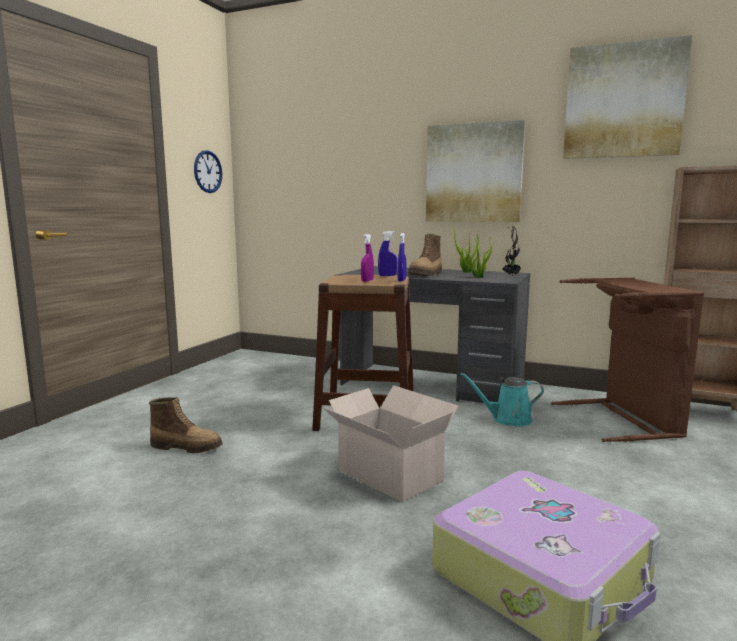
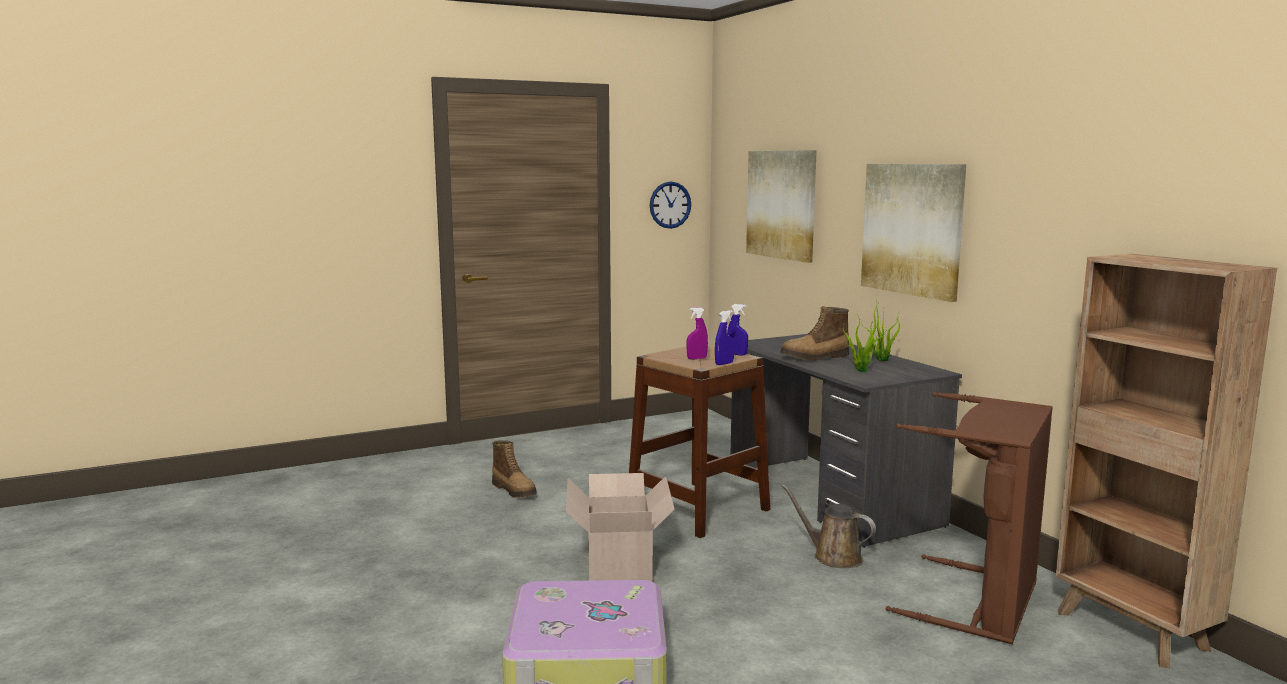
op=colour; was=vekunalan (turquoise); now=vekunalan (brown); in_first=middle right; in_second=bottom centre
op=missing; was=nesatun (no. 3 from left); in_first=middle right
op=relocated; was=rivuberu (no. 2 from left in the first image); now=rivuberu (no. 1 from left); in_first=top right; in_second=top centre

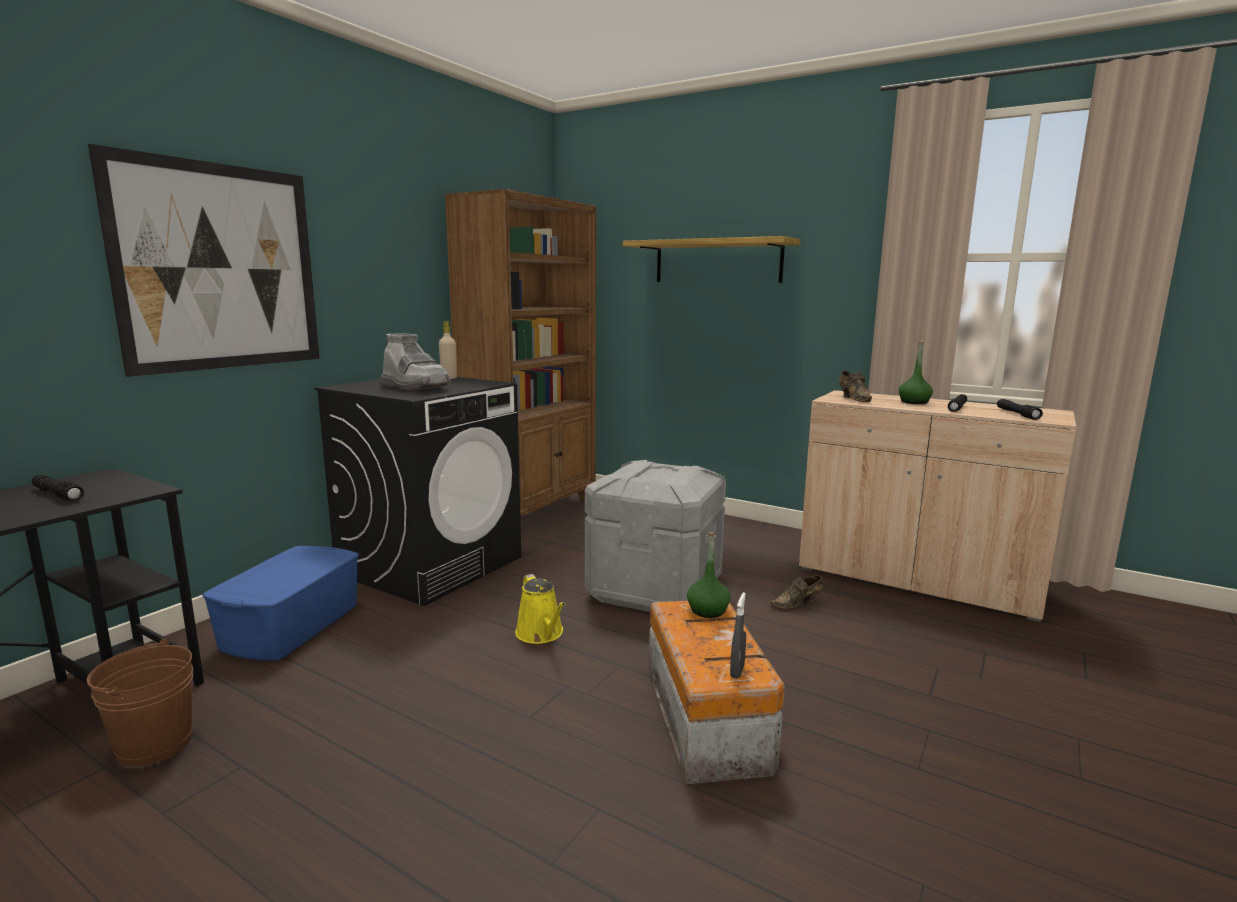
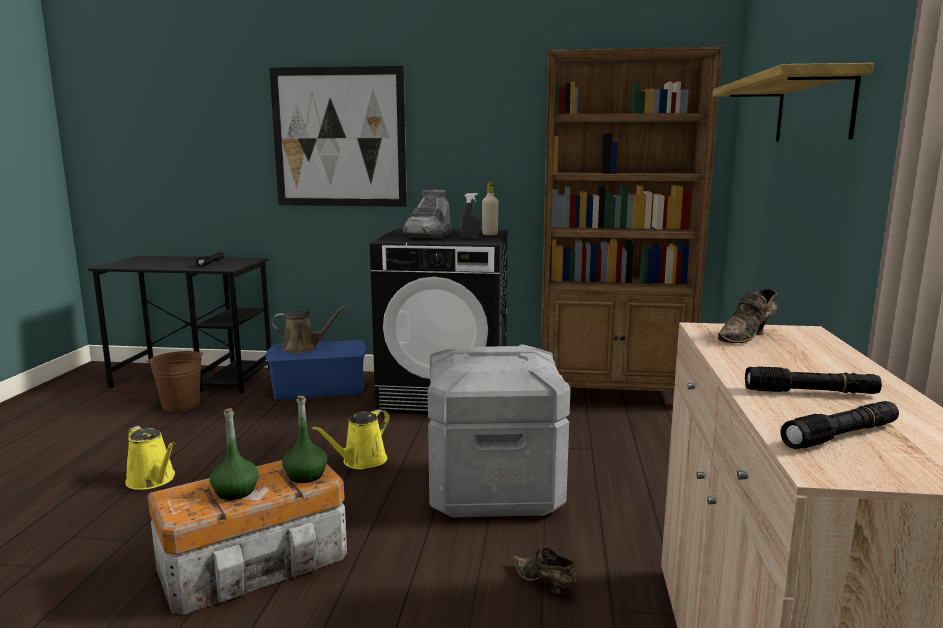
op=relocated; was=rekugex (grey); in_first=bottom centre; in_second=centre
op=relocated; was=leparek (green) (no. 2 from left in the first image); now=leparek (green) (no. 1 from left); in_first=middle right; in_second=bottom left
op=appeared; now=vekunalan (yellow) (no. 1 from left); in_second=bottom left
op=appeared; now=vekunalan (brown); in_second=middle left

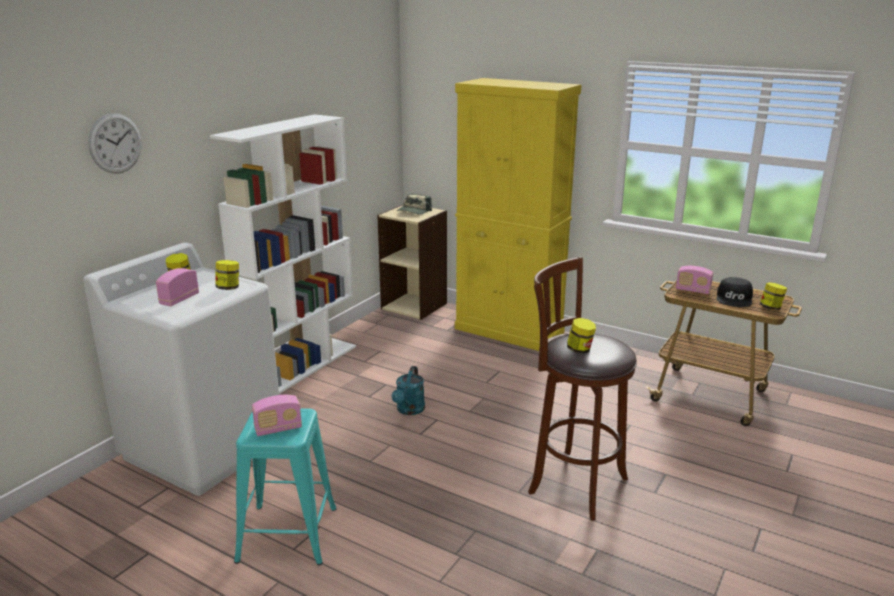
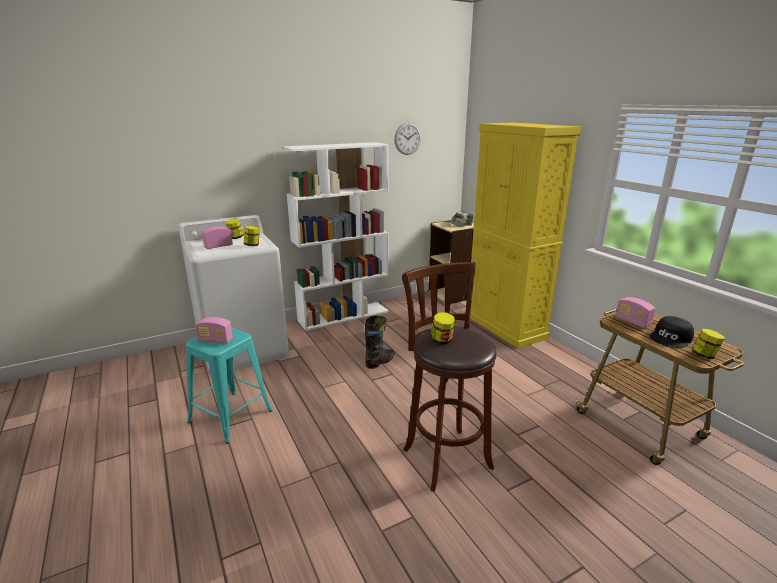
op=relocated; was=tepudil; in_first=top left; in_second=top centre
op=exchanged; was=vekunalan (turquoise); now=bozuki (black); in_first=centre; in_second=centre

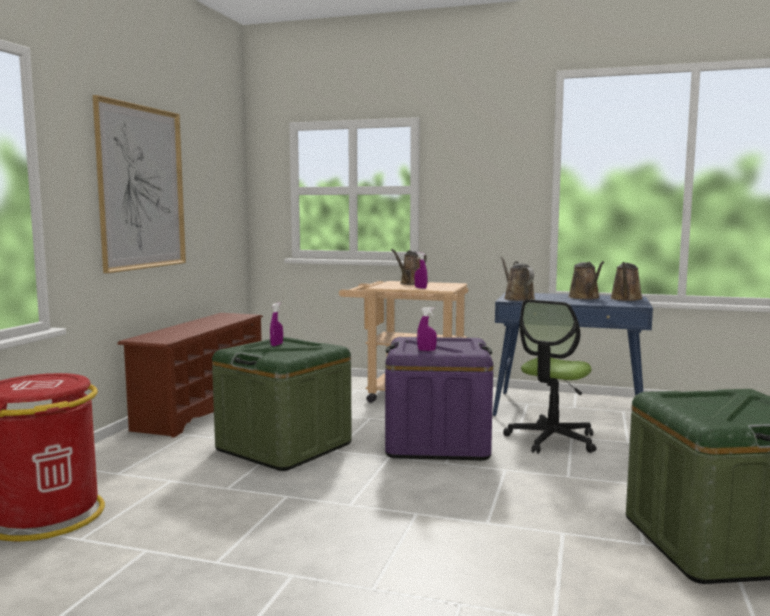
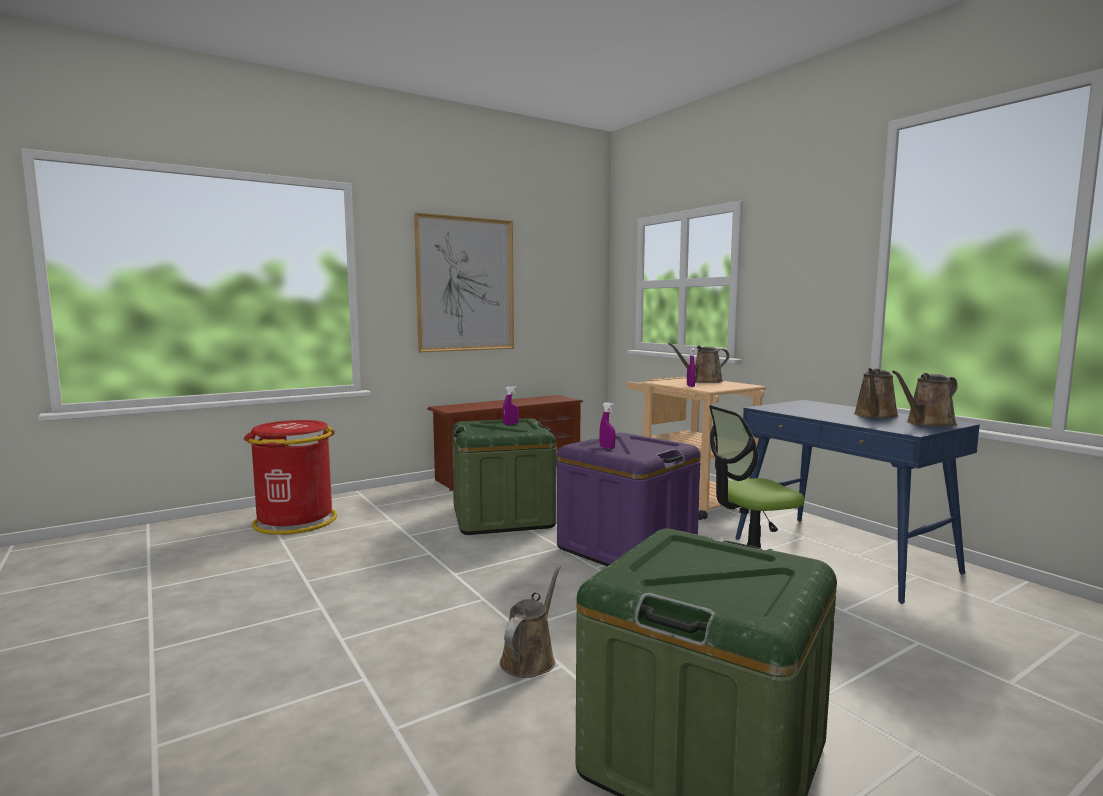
op=relocated; was=vekunalan (brown) (no. 2 from left in the first image); now=vekunalan (brown) (no. 1 from left); in_first=middle right; in_second=bottom centre

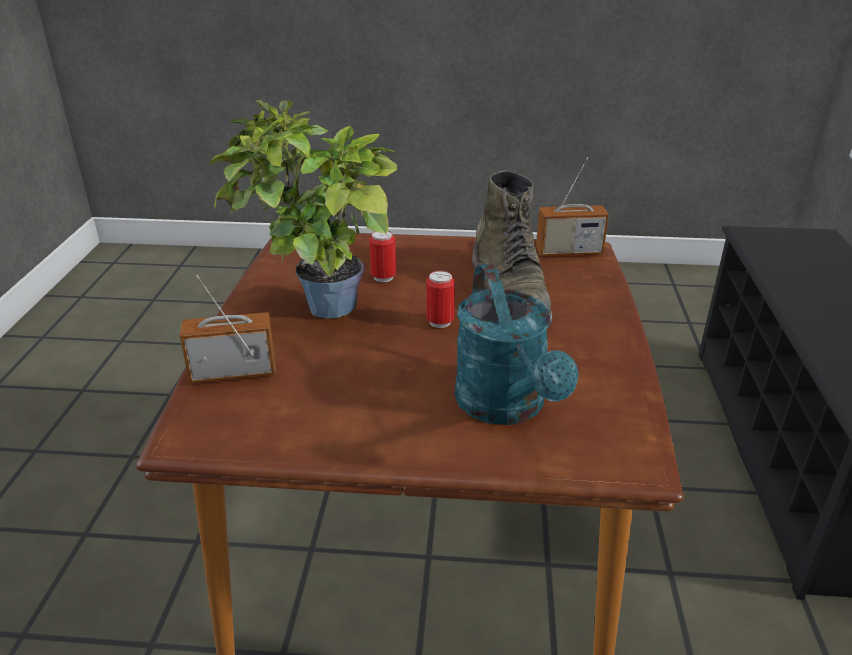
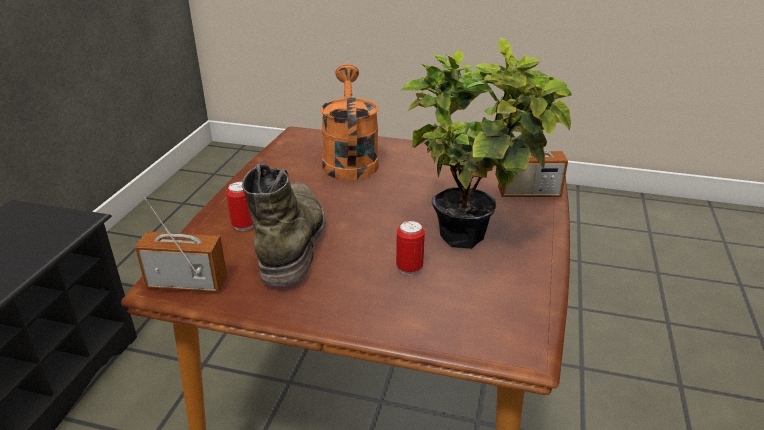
op=relocated; was=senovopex (no. 2 from left in the first image); now=senovopex (no. 1 from left); in_first=centre; in_second=middle left
op=colour; was=vekunalan (turquoise); now=vekunalan (orange); in_first=centre; in_second=top centre

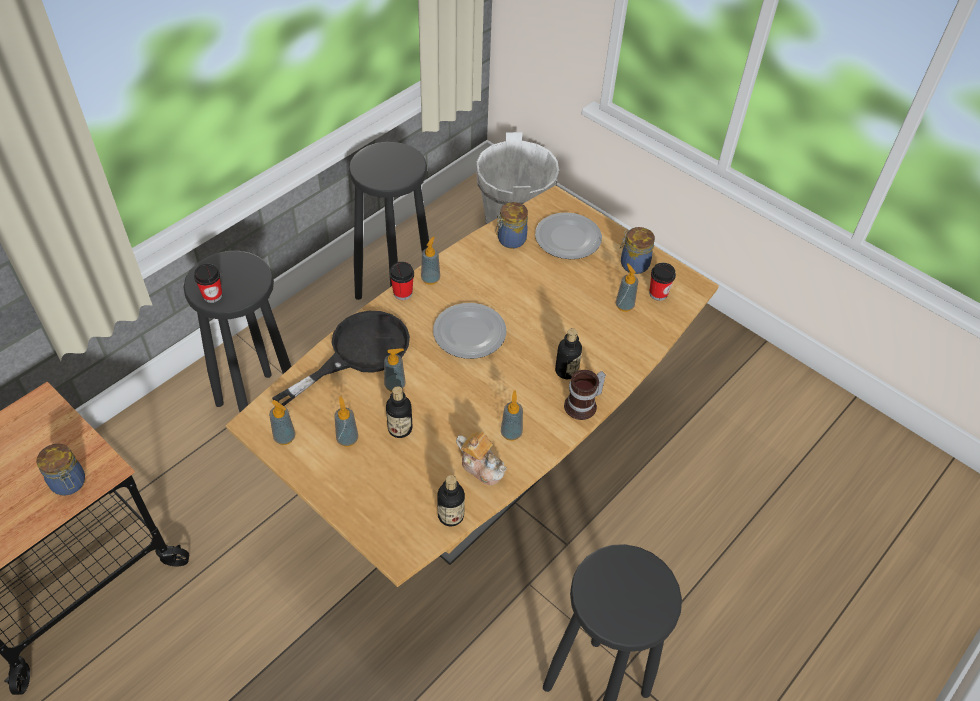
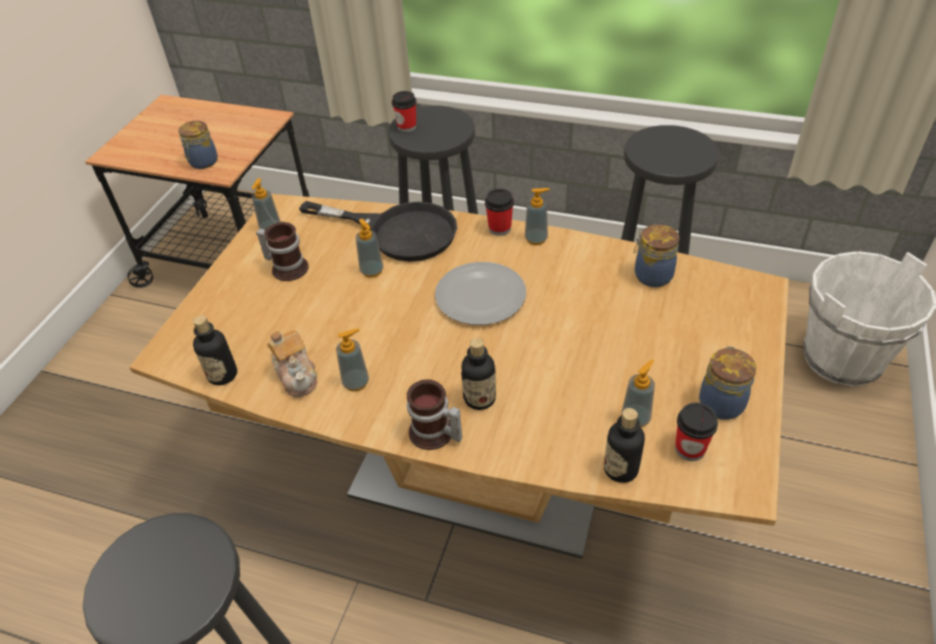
op=exchanged; was=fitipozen (no. 2 from left); now=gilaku (no. 1 from left); in_first=centre; in_second=middle left
op=relocated; was=leparek (no. 1 from left in the first image); now=leparek (no. 3 from left); in_first=centre; in_second=bottom right
op=spun; was=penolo; in_first=centre; in_second=middle left; clockwise=-45
op=missing; was=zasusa (no. 2 from left); in_first=centre

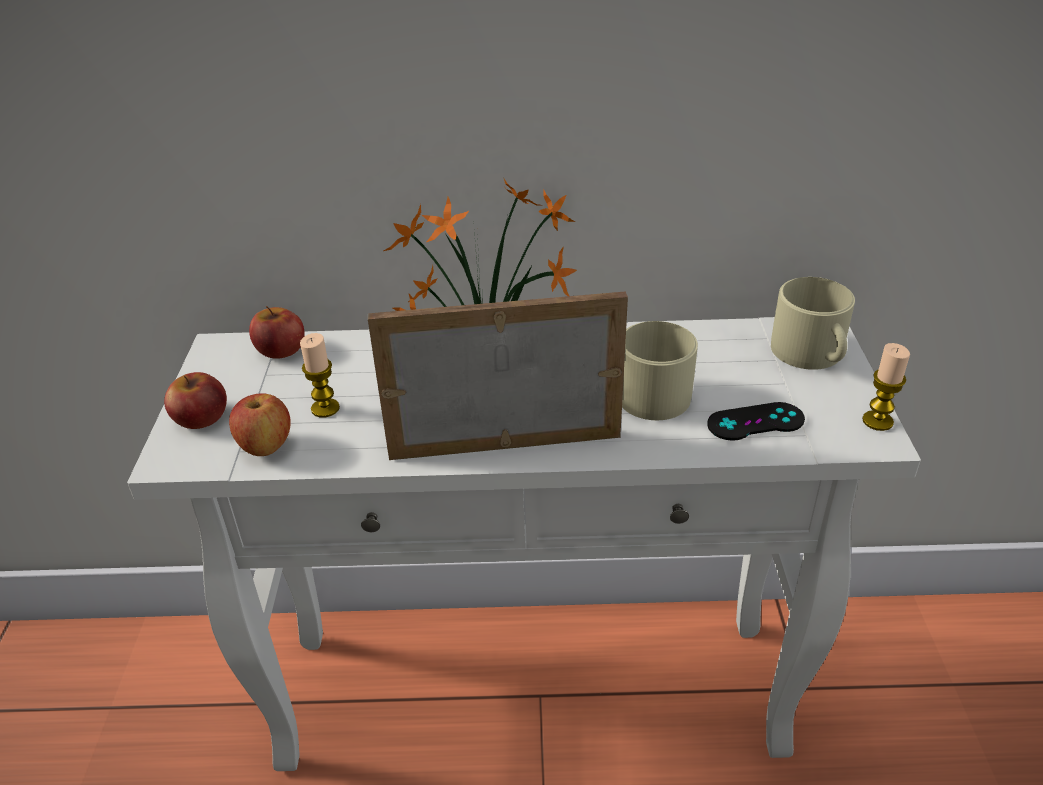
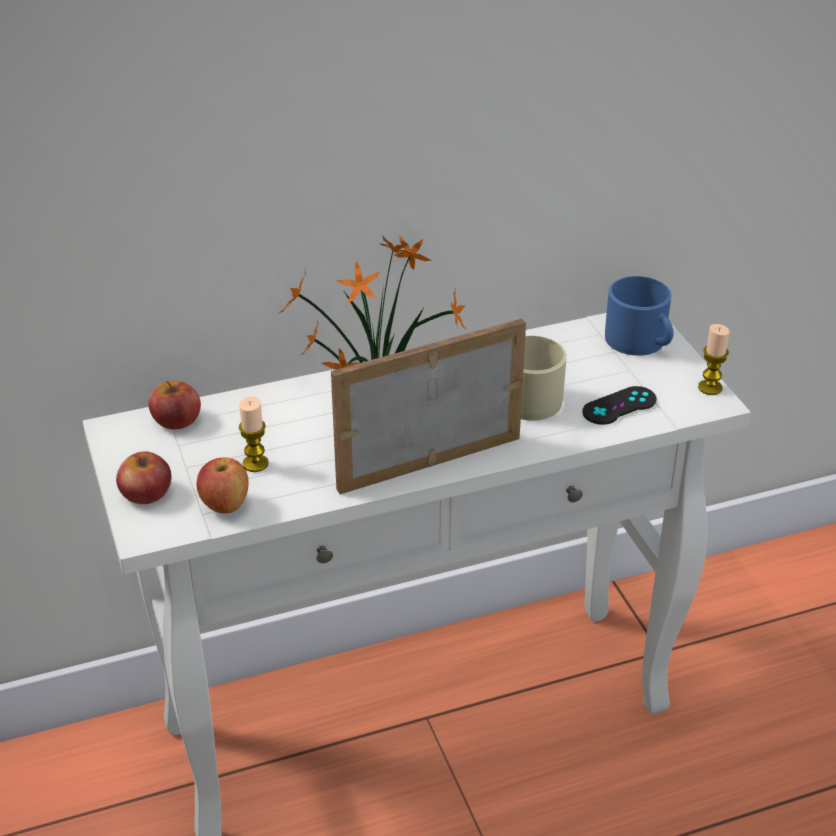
op=colour; was=gilaku (beige) (no. 2 from left); now=gilaku (blue); in_first=middle right; in_second=middle right

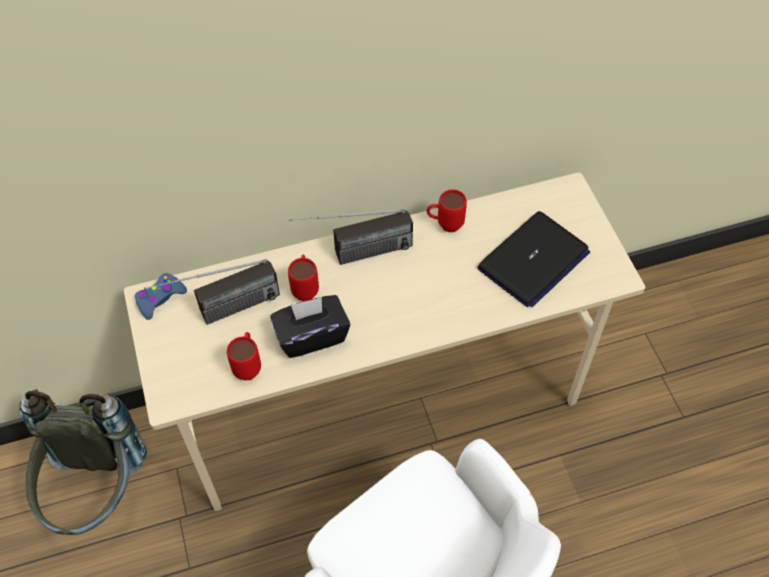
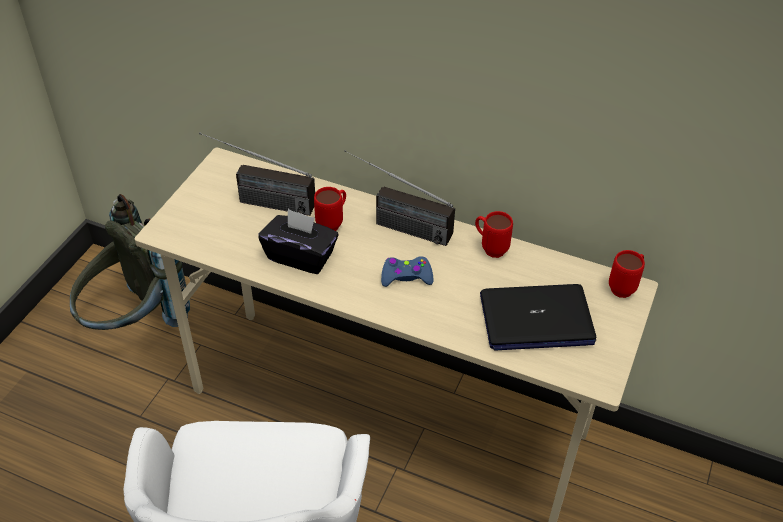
op=relocated; was=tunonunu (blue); in_first=middle left; in_second=centre
op=relocated; was=gilaku (red) (no. 1 from left in the first image); now=gilaku (red) (no. 3 from left); in_first=middle left; in_second=middle right

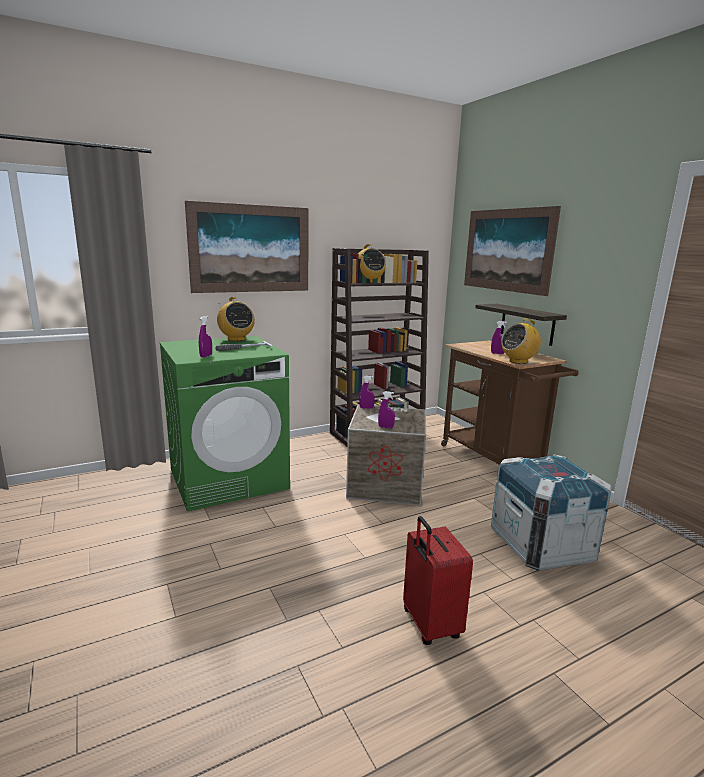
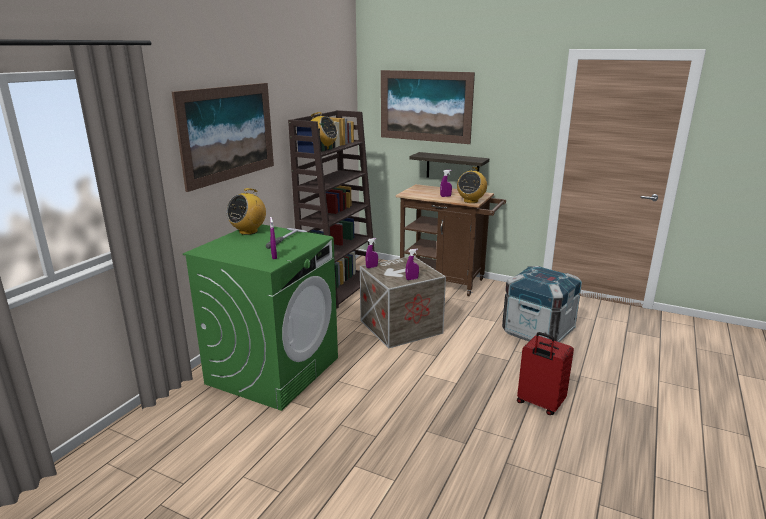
op=spun; was=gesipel (no. 1 from left); in_first=centre; in_second=middle left; clockwise=105

